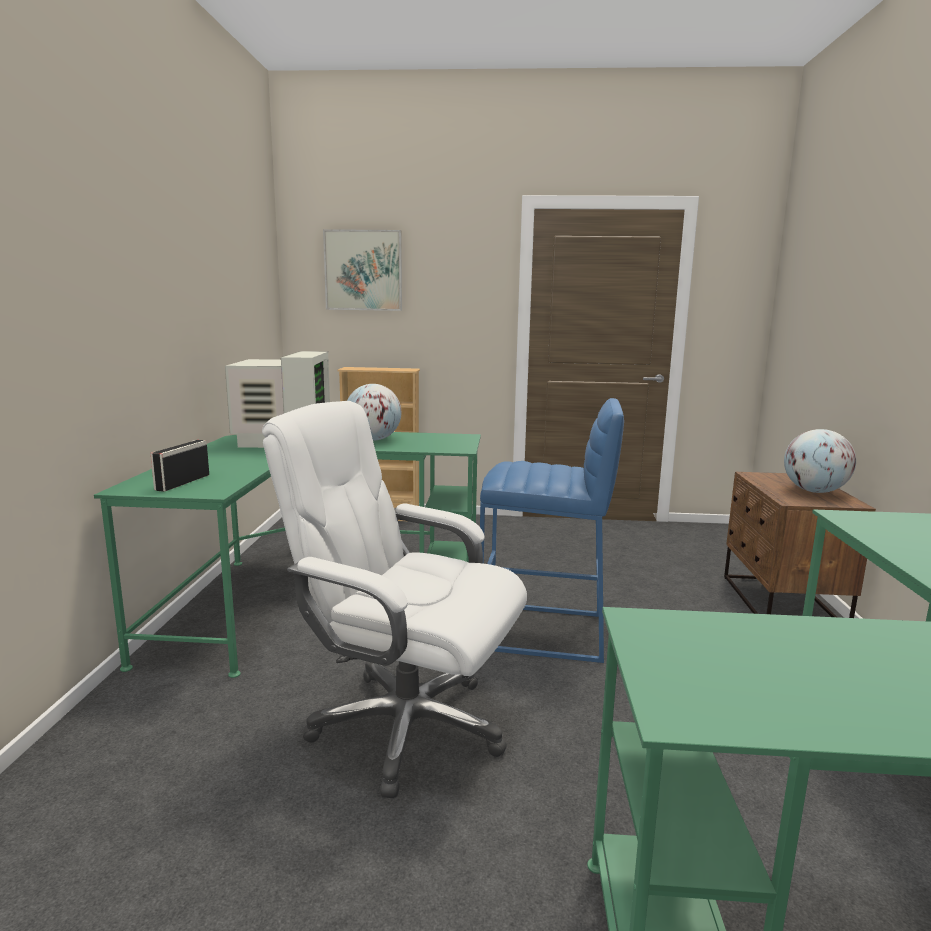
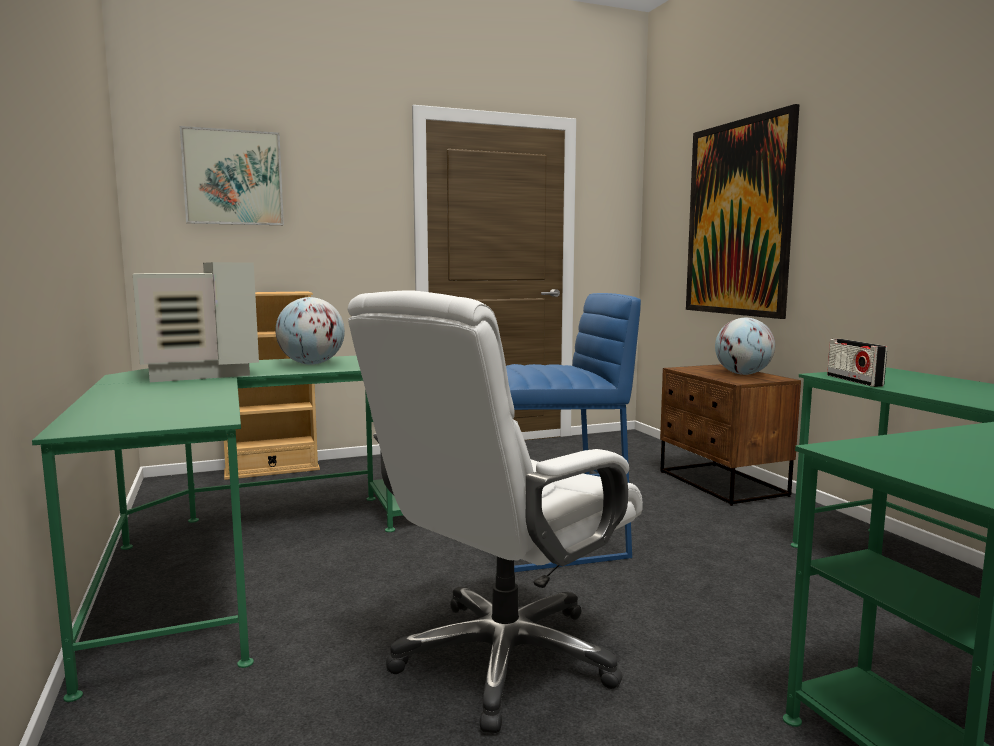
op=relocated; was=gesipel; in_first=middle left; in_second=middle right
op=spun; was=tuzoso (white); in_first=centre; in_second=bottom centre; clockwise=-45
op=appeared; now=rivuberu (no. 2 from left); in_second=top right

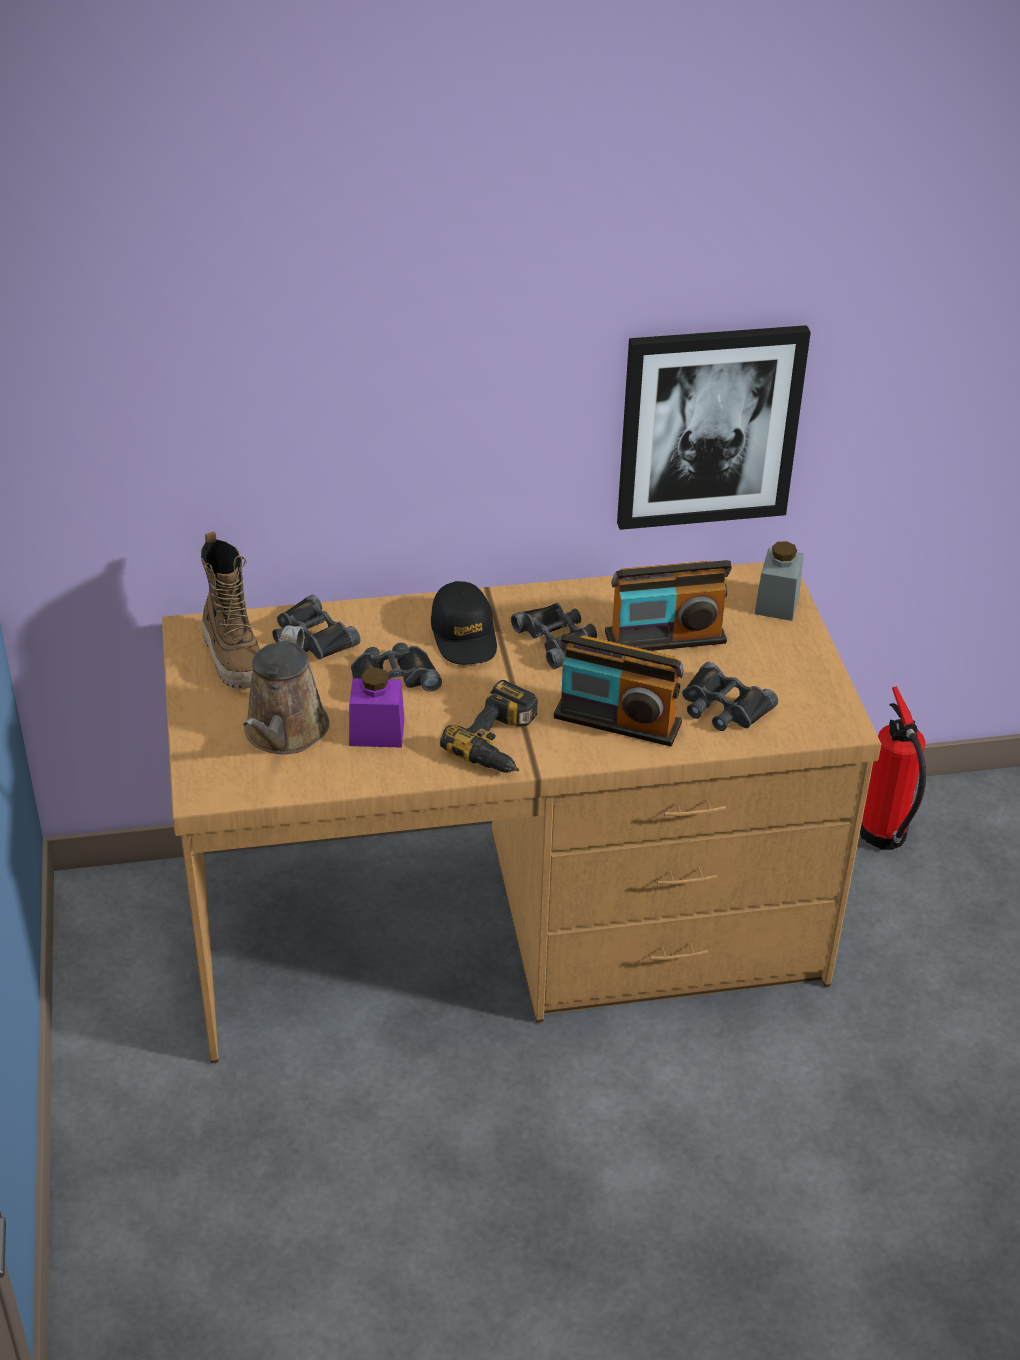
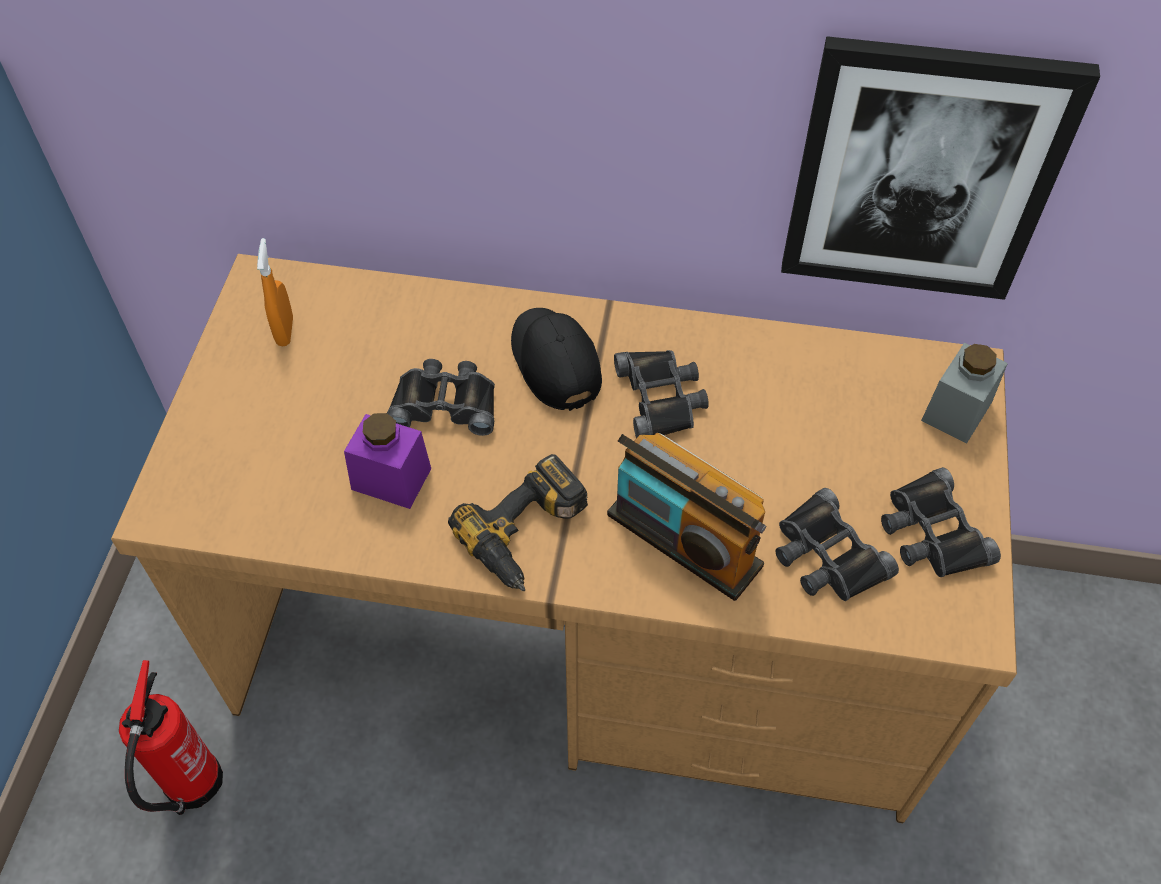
op=exchanged; was=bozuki; now=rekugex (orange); in_first=middle left; in_second=top left
op=missing; was=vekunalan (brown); in_first=middle left
op=relocated; was=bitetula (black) (no. 1 from left in the first image); now=bitetula (black) (no. 4 from left); in_first=middle left; in_second=middle right
op=spun; was=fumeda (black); in_first=centre; in_second=centre; clockwise=150
op=missing; was=gesipel (no. 2 from left); in_first=centre
op=relocated; was=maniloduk; in_first=middle right; in_second=bottom left

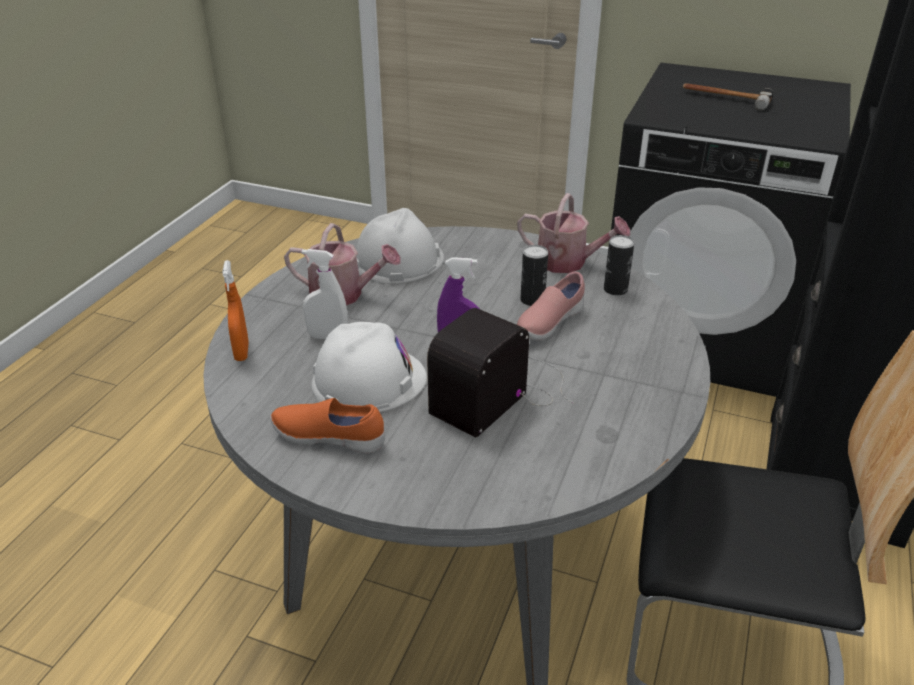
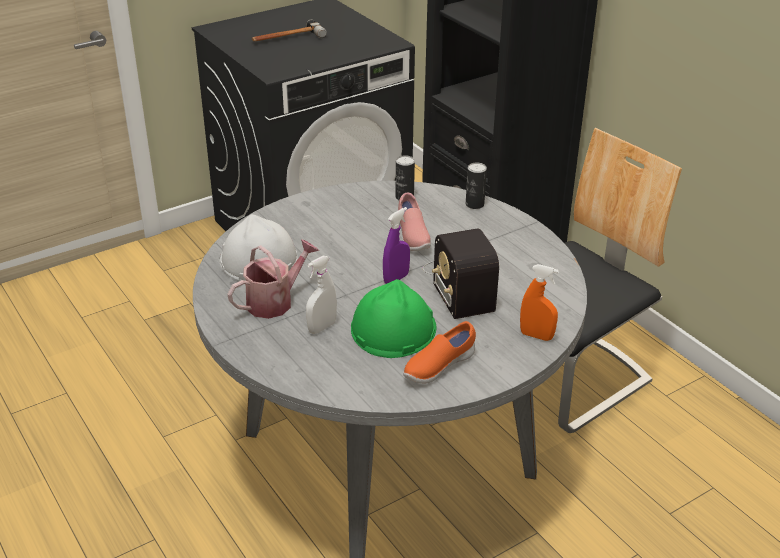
op=relocated; was=rekugex (orange); in_first=middle left; in_second=middle right
op=colour; was=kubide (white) (no. 1 from left); now=kubide (green); in_first=centre; in_second=centre
op=missing; was=vekunalan (no. 2 from left); in_first=centre
op=relocated; was=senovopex (no. 1 from left in the first image); now=senovopex (no. 2 from left); in_first=centre; in_second=top centre

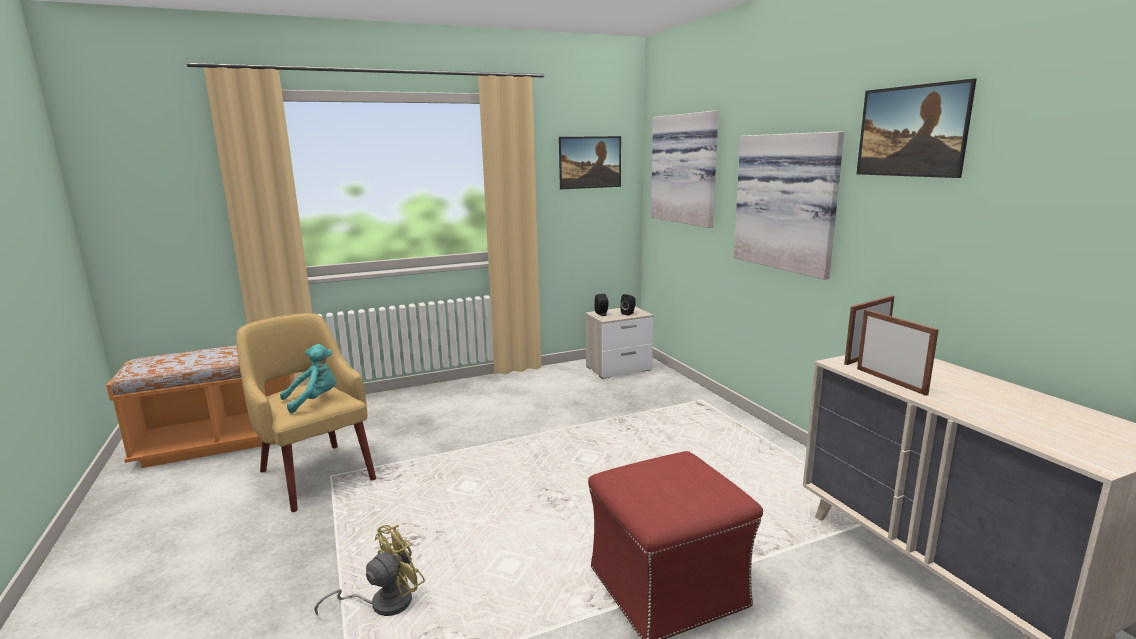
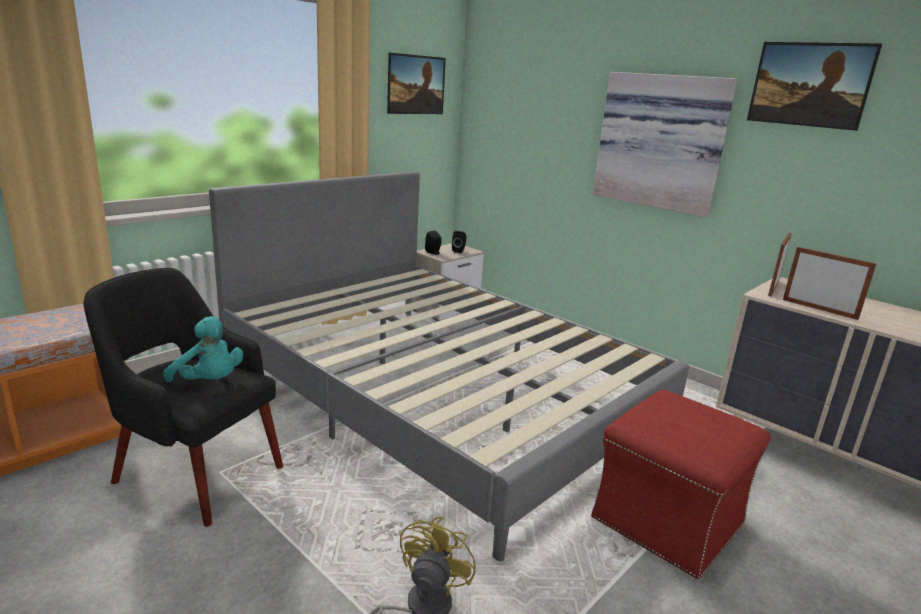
op=colour; was=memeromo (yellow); now=memeromo (black); in_first=middle left; in_second=middle left
op=spun; was=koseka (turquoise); in_first=middle left; in_second=middle left; clockwise=90
op=missing; was=rivuberu (no. 2 from left); in_first=top centre
op=appeared; now=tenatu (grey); in_second=centre

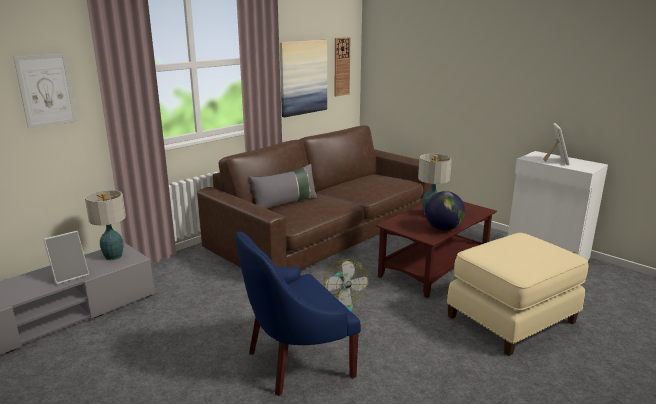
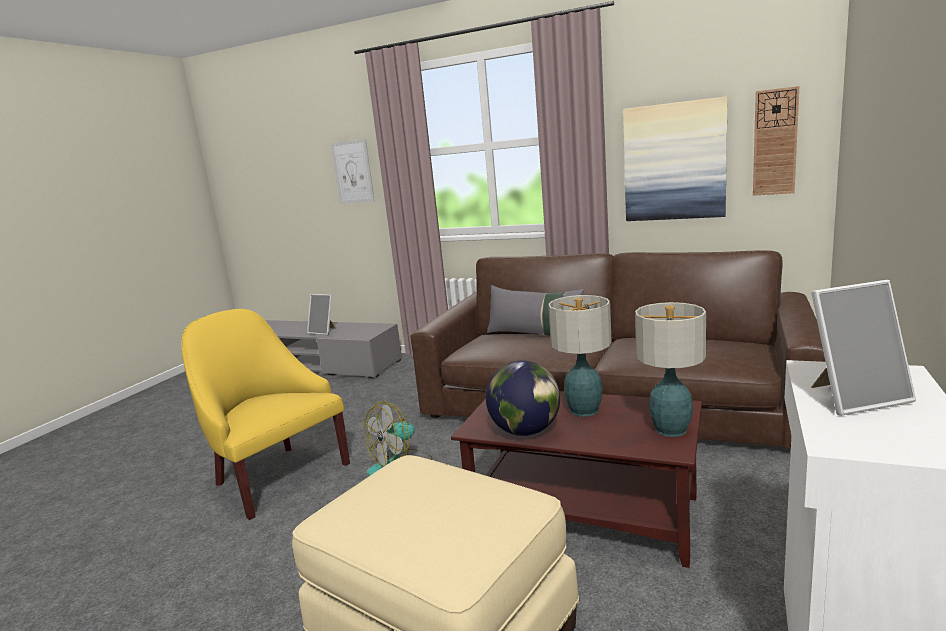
op=relocated; was=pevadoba (no. 1 from left in the first image); now=pevadoba (no. 2 from left); in_first=middle left; in_second=middle right
op=colour; was=memeromo (blue); now=memeromo (yellow); in_first=bottom centre; in_second=middle left

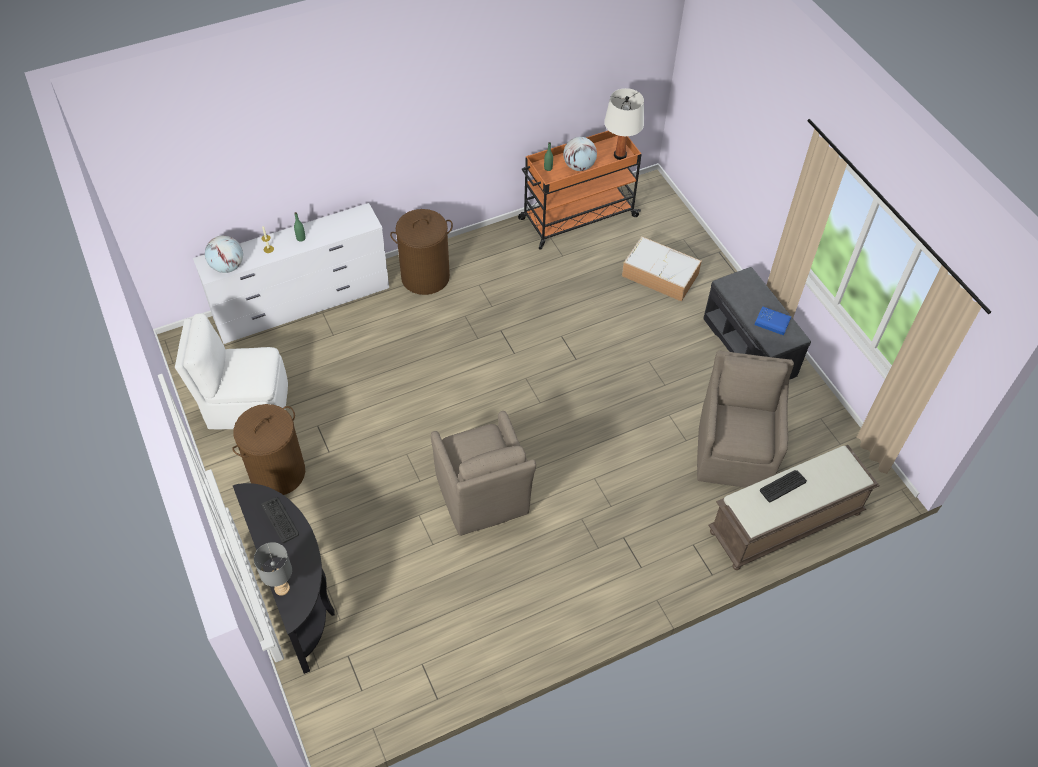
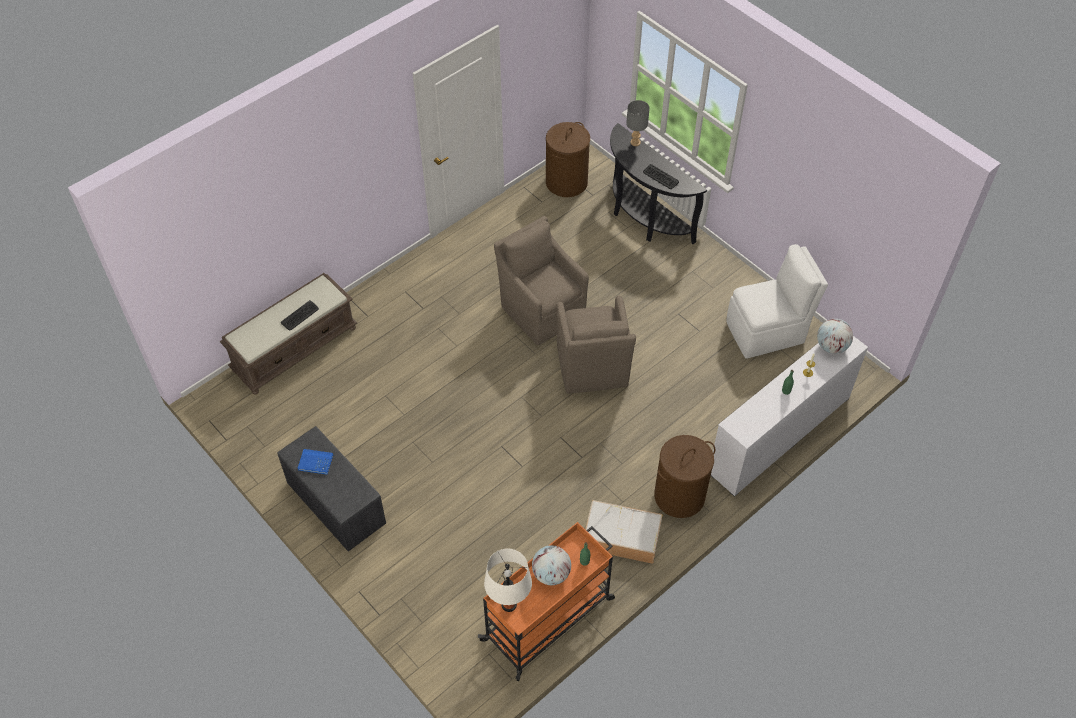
op=relocated; was=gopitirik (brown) (no. 1 from left); in_first=middle left; in_second=top centre
op=relocated; was=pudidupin; in_first=centre; in_second=bottom centre
op=relocated; was=memeromo (brown) (no. 2 from left); in_first=middle right; in_second=centre

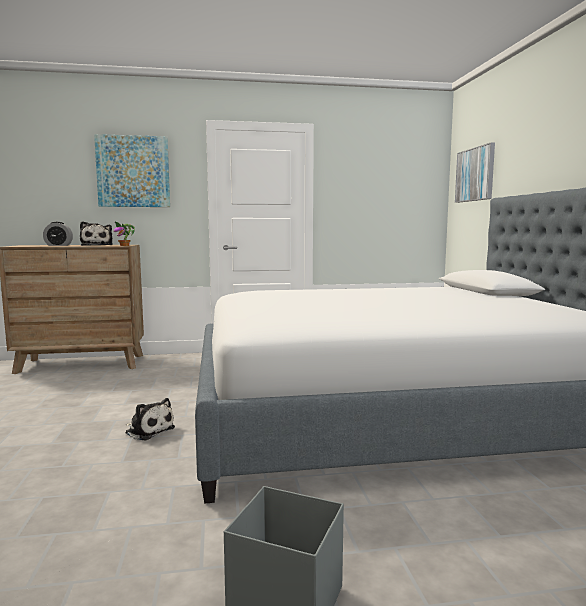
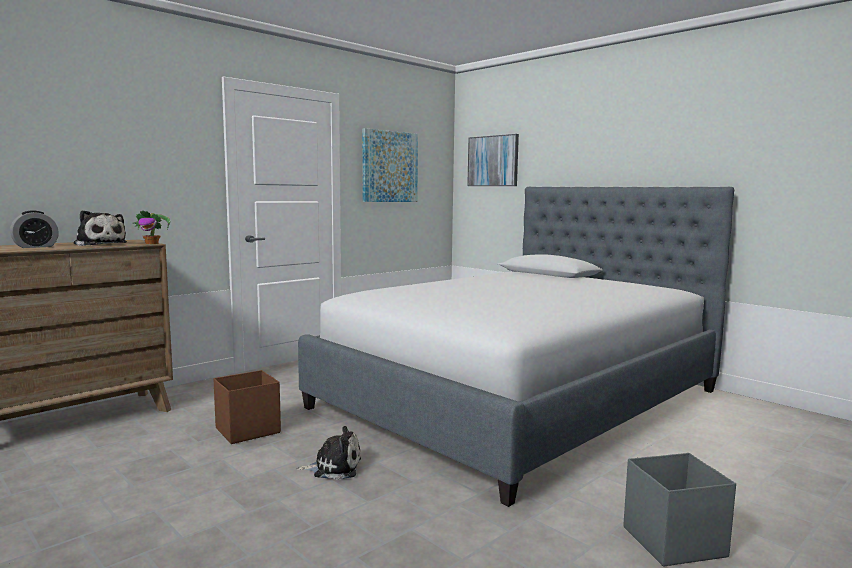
op=relocated; was=rivuberu (no. 1 from left); in_first=top left; in_second=top centre
op=appeared; now=pudidupin (brown); in_second=bottom left

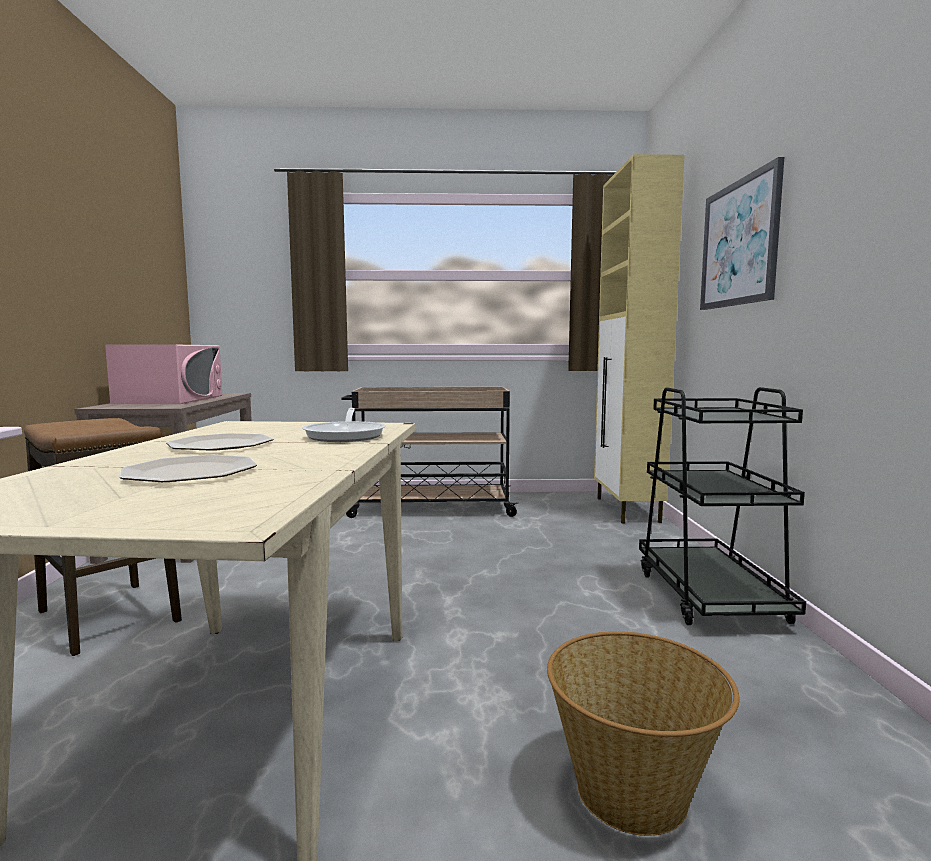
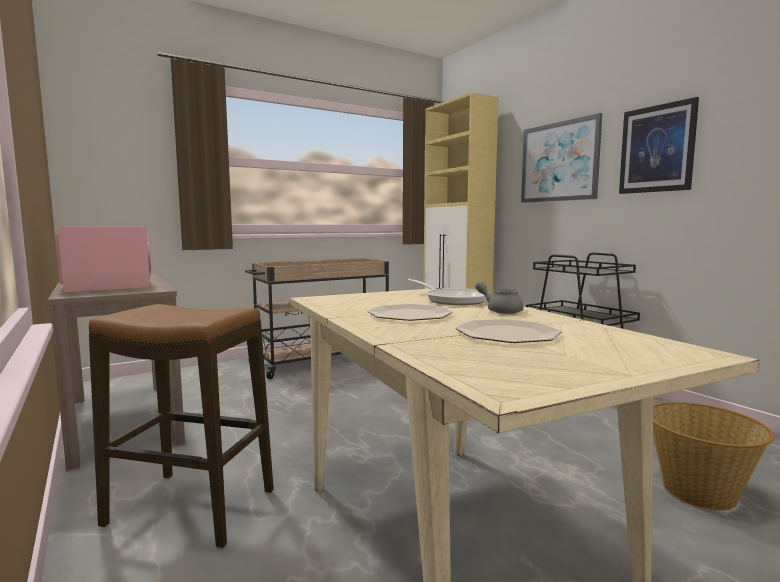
op=appeared; now=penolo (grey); in_second=centre
op=appeared; now=rivuberu (no. 2 from left); in_second=top right

